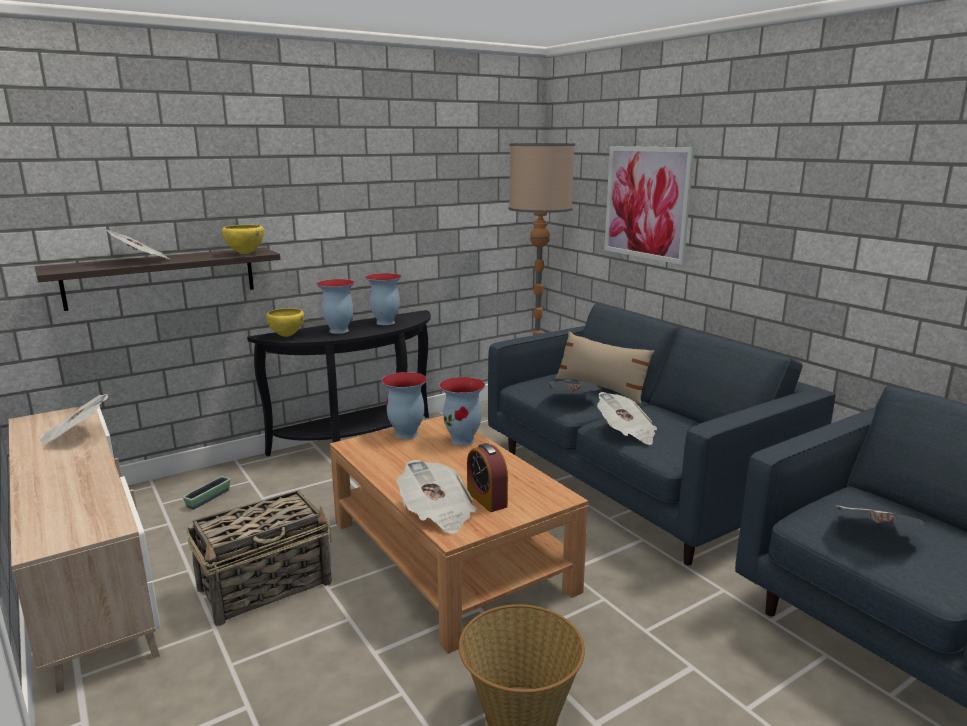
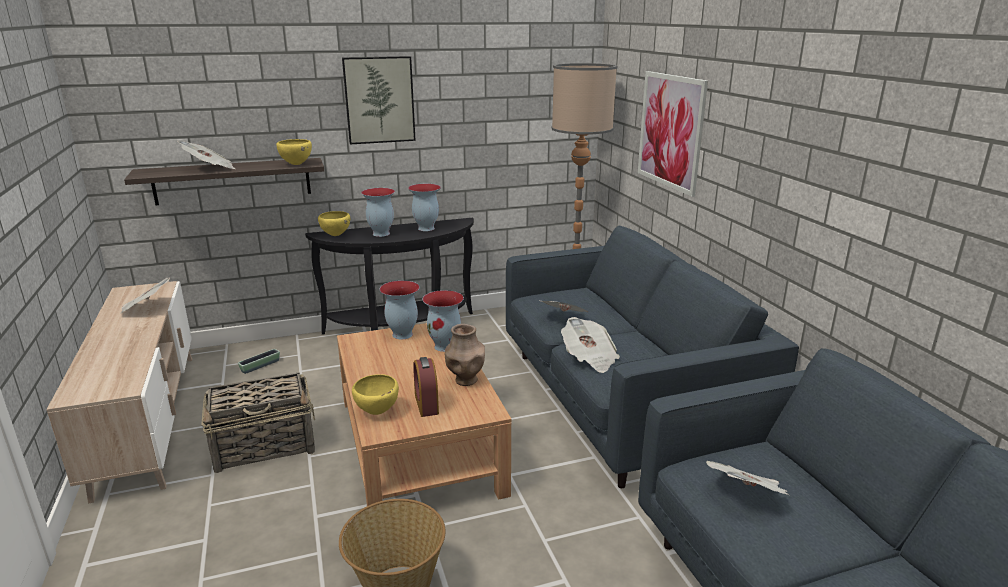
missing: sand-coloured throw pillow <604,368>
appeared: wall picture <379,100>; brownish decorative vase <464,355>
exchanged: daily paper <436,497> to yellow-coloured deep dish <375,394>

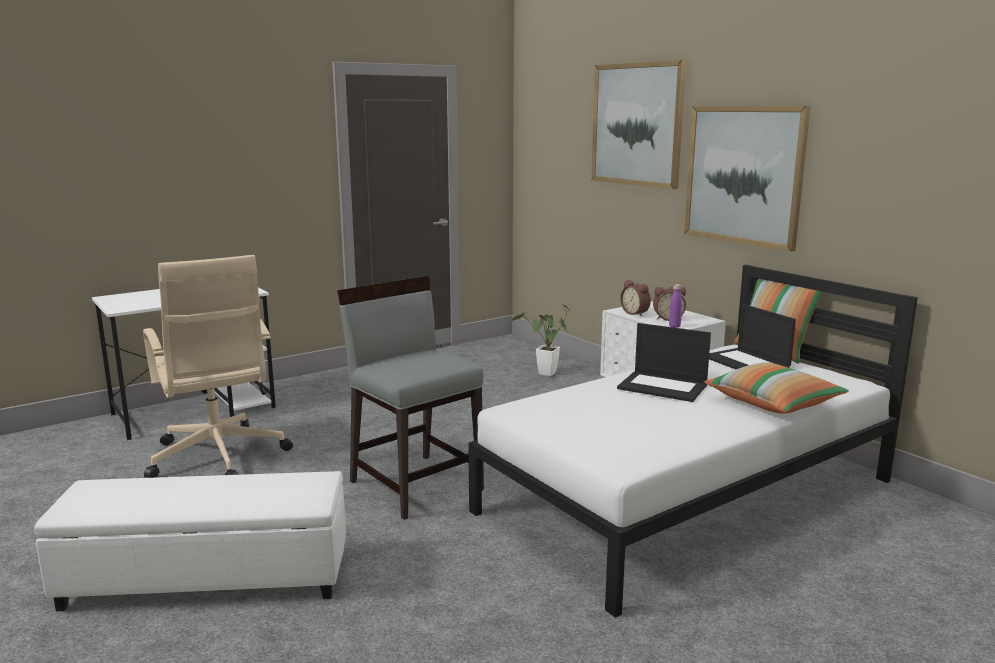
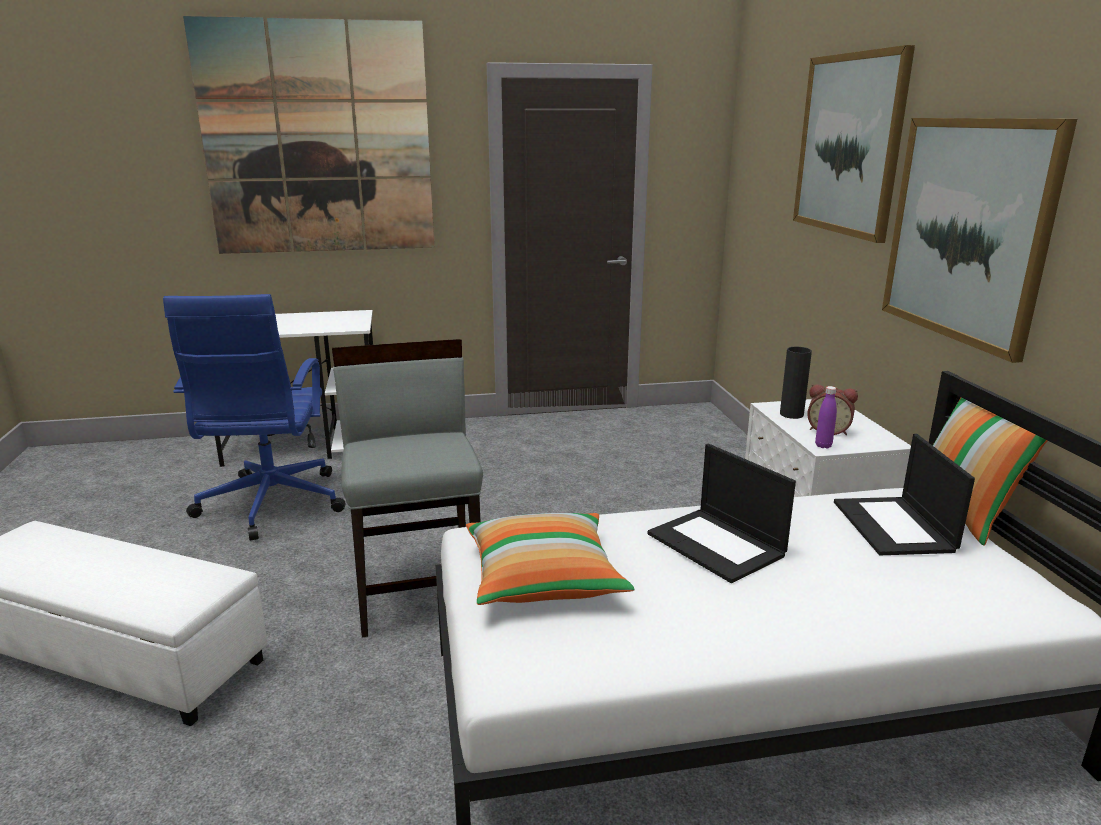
missing: houseplant <541,340>
appeared: wall picture <308,135>
relocated: throw pillow <776,388> to <550,559>
exchanged: table clock <635,298> to black decorative vase <796,383>
colour: sand-coloured computer chair <218,366> to blue computer chair <254,417>

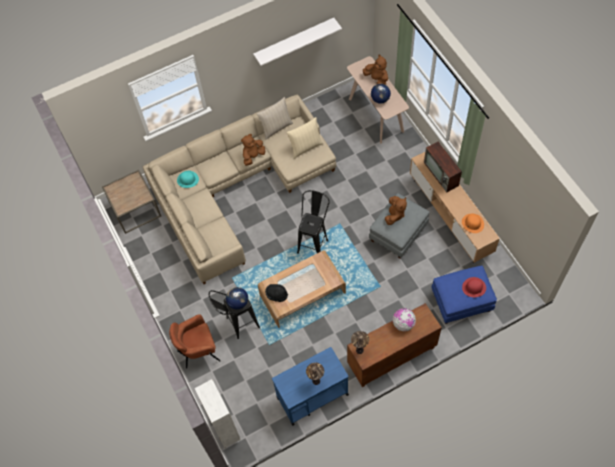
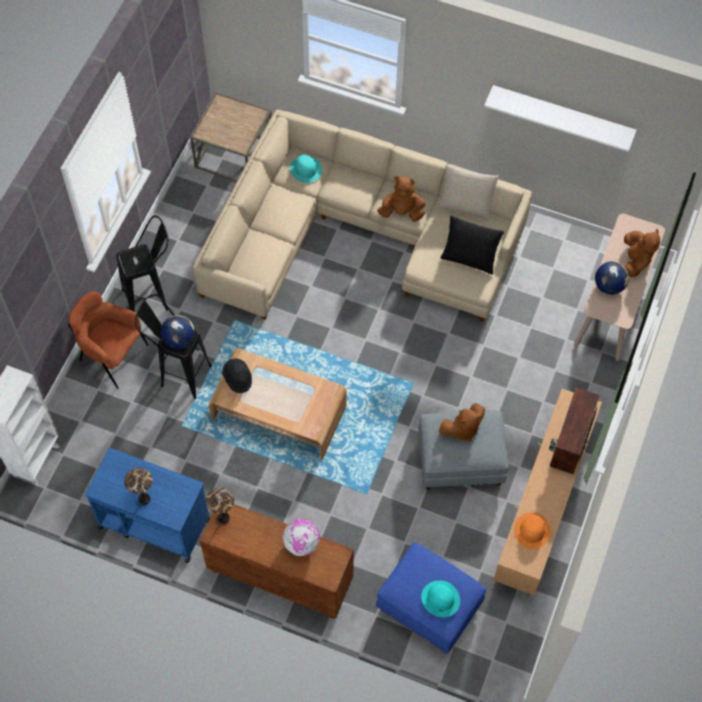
relocated: black stool seat <313,222> to <142,263>
colour: sand-coloured throw pillow <304,138> to black throw pillow <472,245>; red-coloured wearable hat <474,287> to turquoise-coloured wearable hat <440,599>

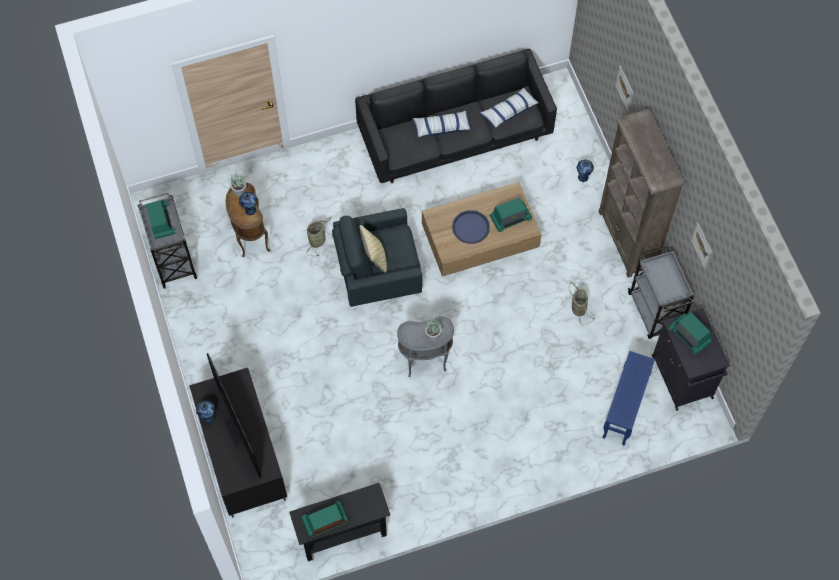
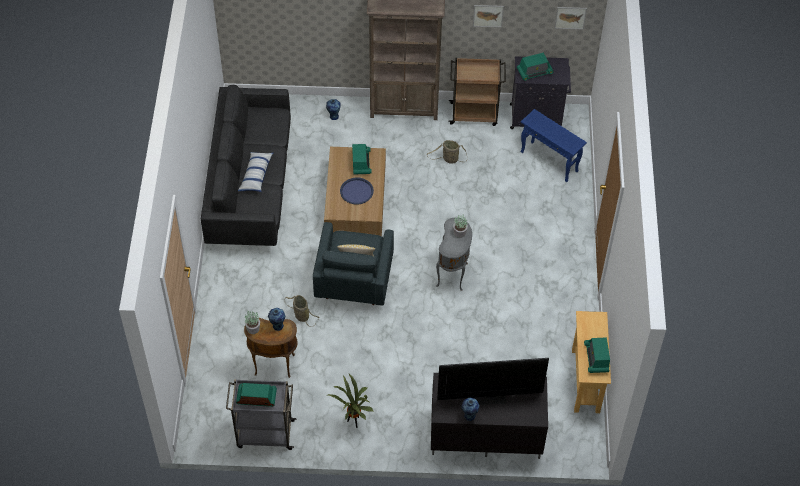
missing: throw pillow <509,108>
appeared: houseplant <351,401>
relocated: wall picture <624,89> to <571,18>
colour: black console table <339,522> to sand-coloured console table <591,362>; gray wheeled cart <661,292> to brownish wheeled cart <477,92>

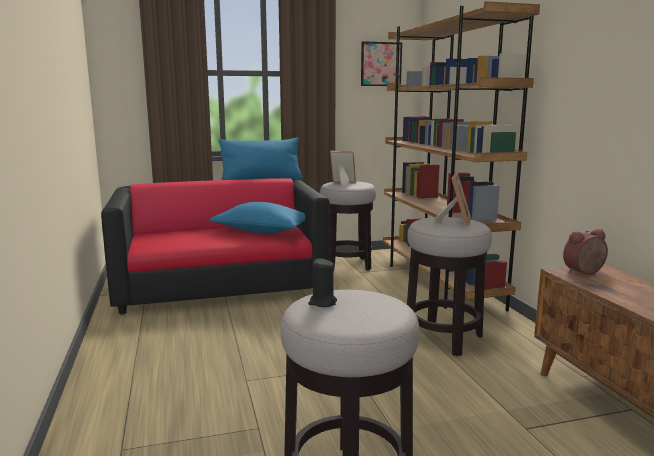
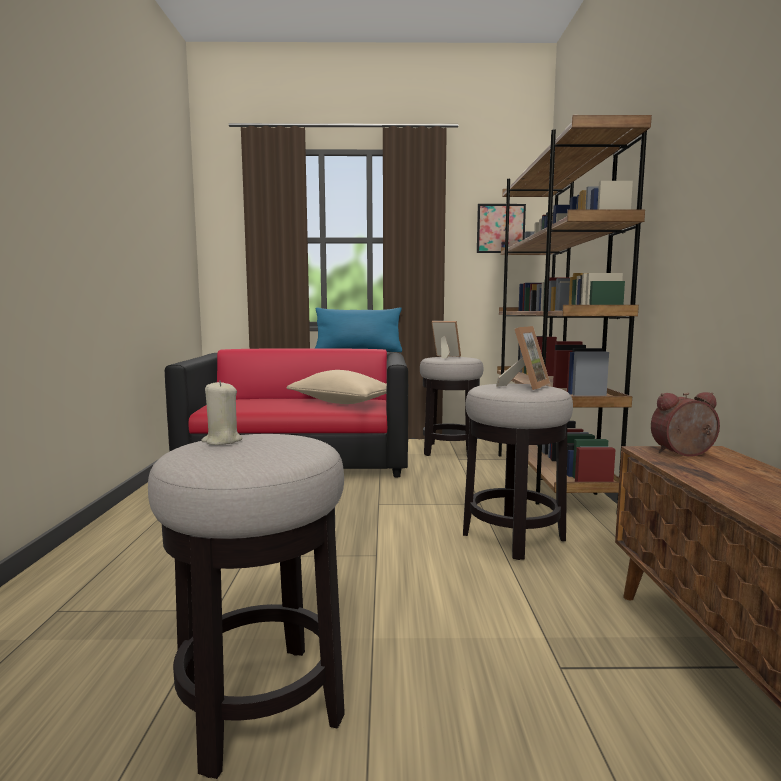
colour: blue throw pillow <257,217> to sand-coloured throw pillow <337,387>; black candle <322,283> to sand-coloured candle <222,412>

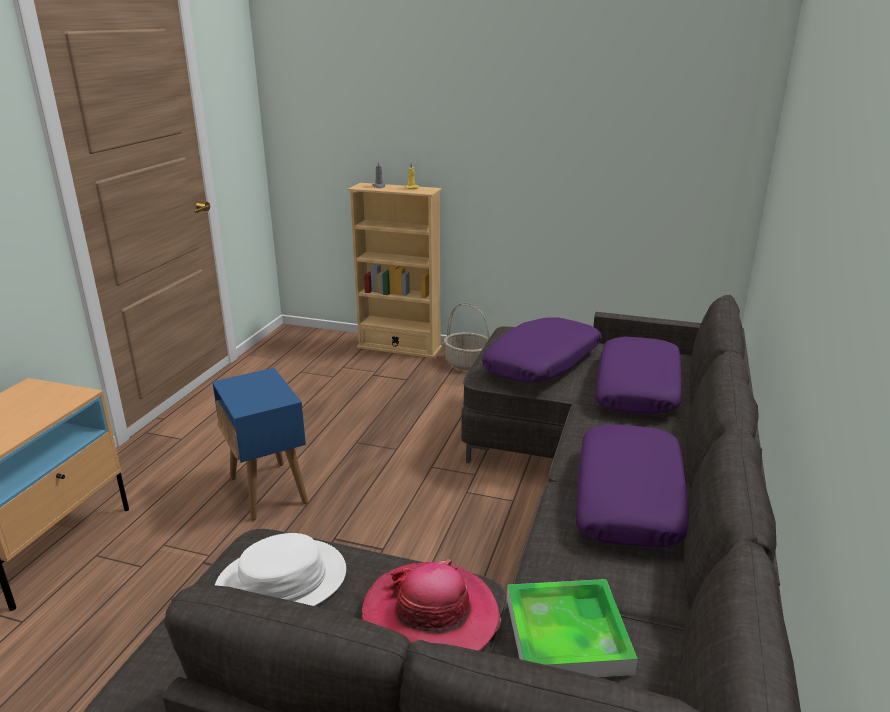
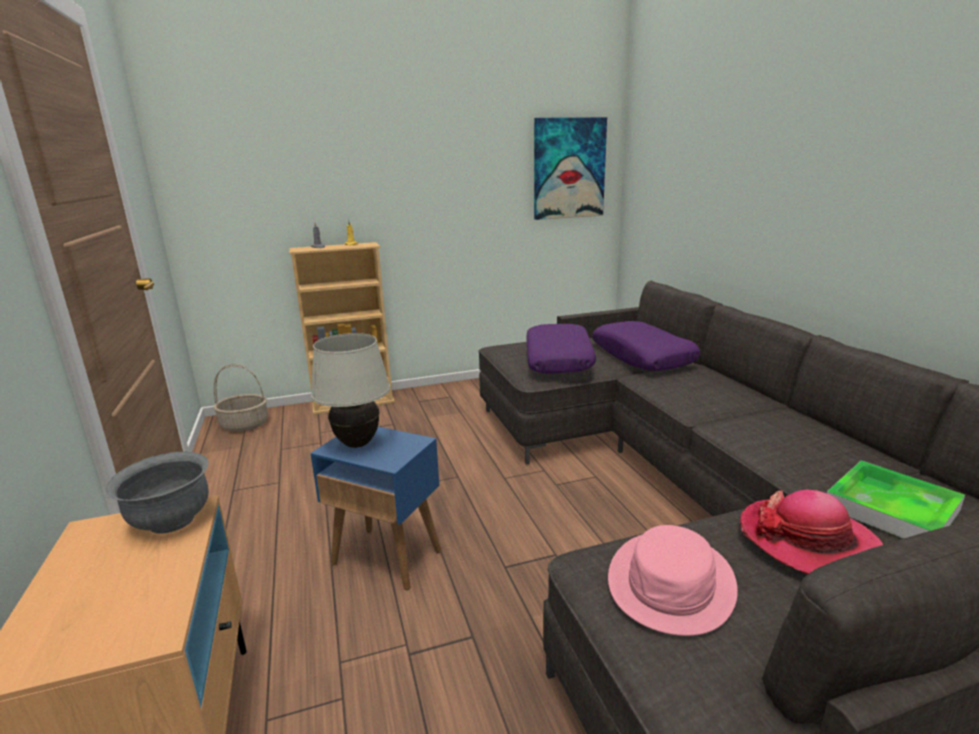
missing: purplish throw pillow <632,485>
appeared: gray deep dish <157,493>; white tabletop lamp <350,390>; wall picture <570,168>
relocated: basket <467,336> to <240,398>
colour: white wearable hat <280,569> to pink wearable hat <673,580>

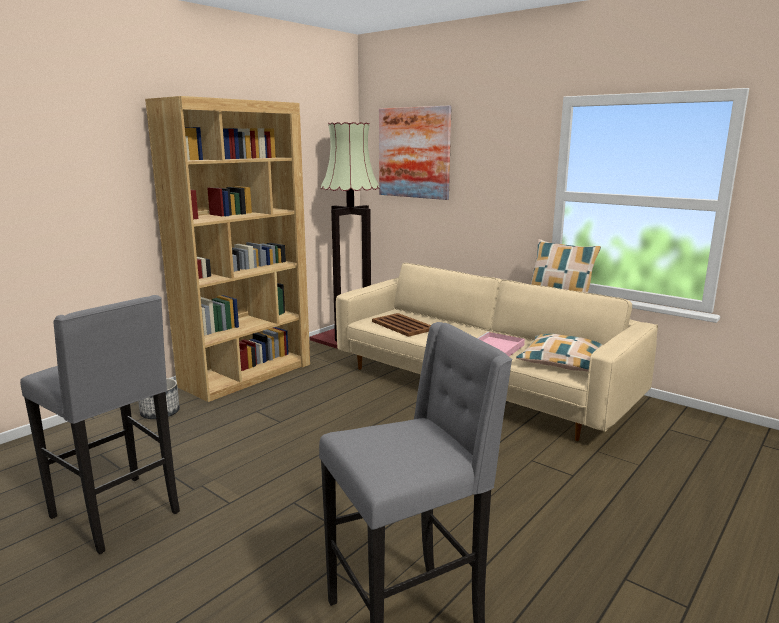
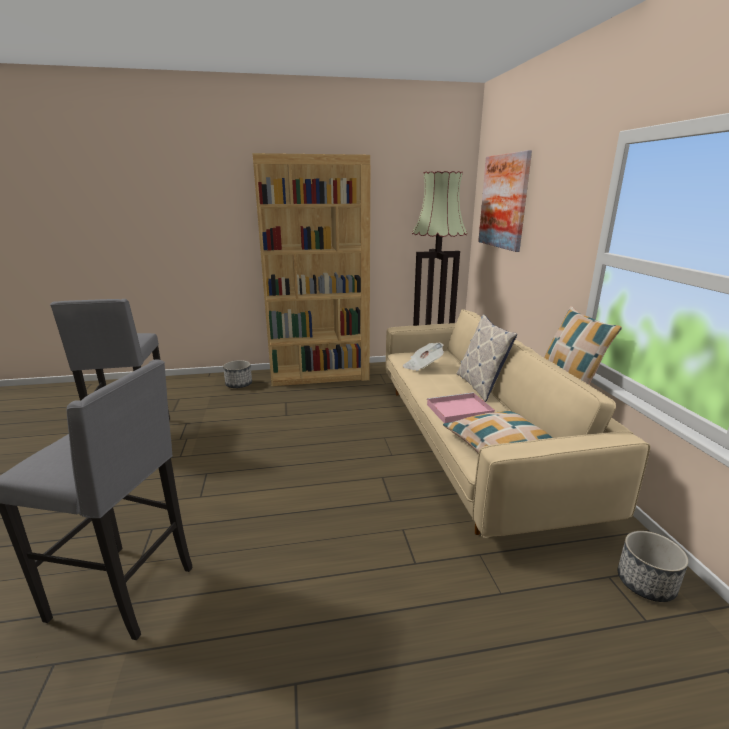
appeared: throw pillow <487,358>; planter <653,566>
exchanged: brownish tray <401,325> to daily paper <423,357>

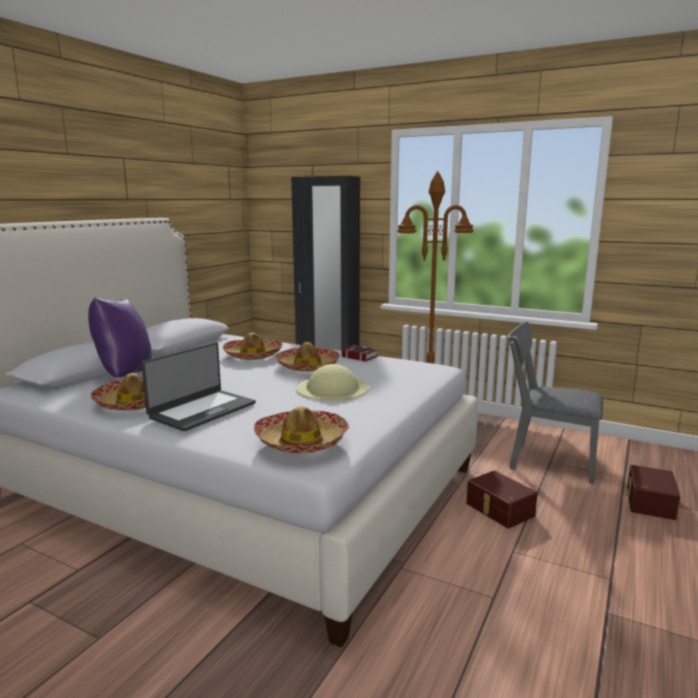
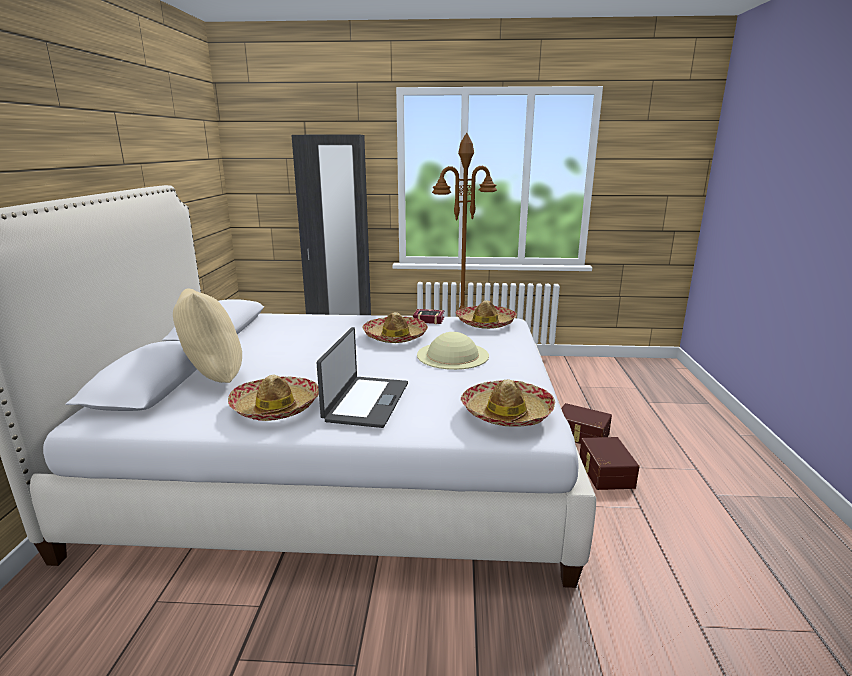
missing: gray plain chair <555,403>
relocated: wearable hat <252,346> to <486,314>; brownish storage box <653,492> to <609,463>
colour: purplish throw pillow <120,337> to sand-coloured throw pillow <207,336>

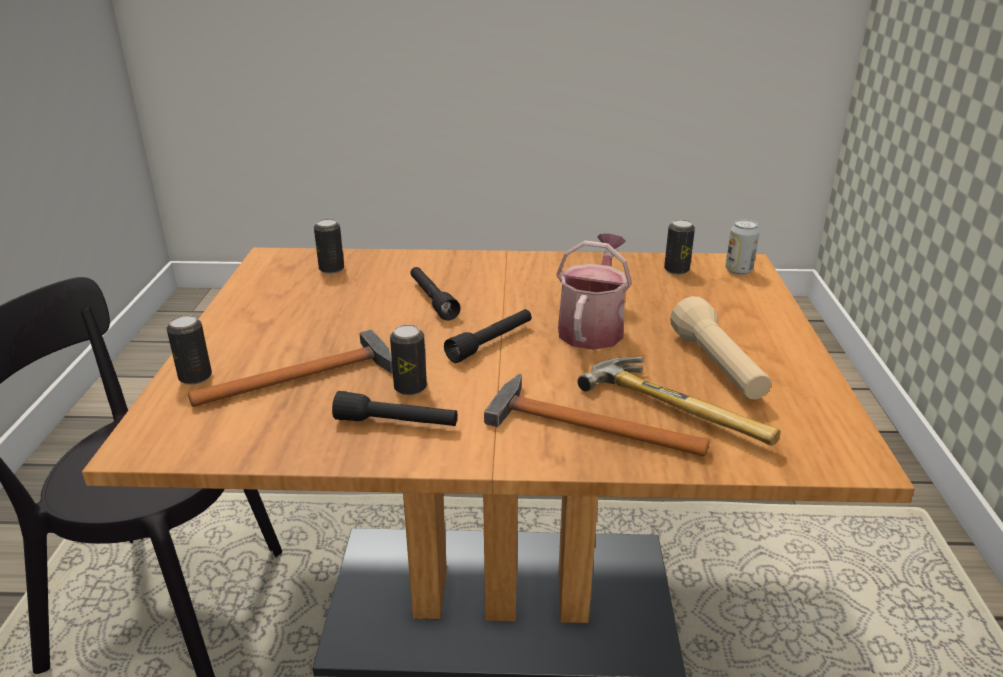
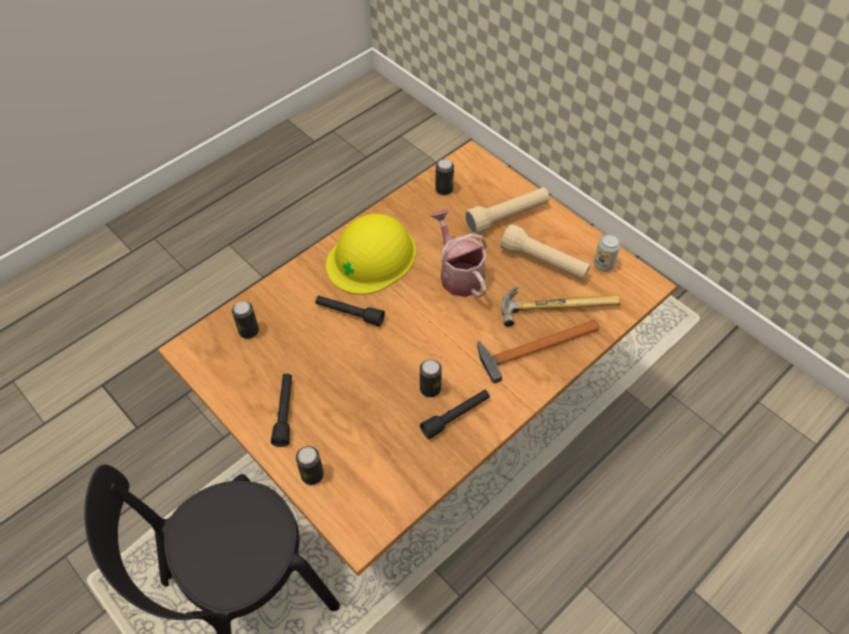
missing: hammer <290,368>
appeared: yellow-coloured hard hat <371,254>; sand-coloured hand torch <507,210>
relocated: black hand torch <488,336> to <281,410>; sealed can <742,247> to <607,253>

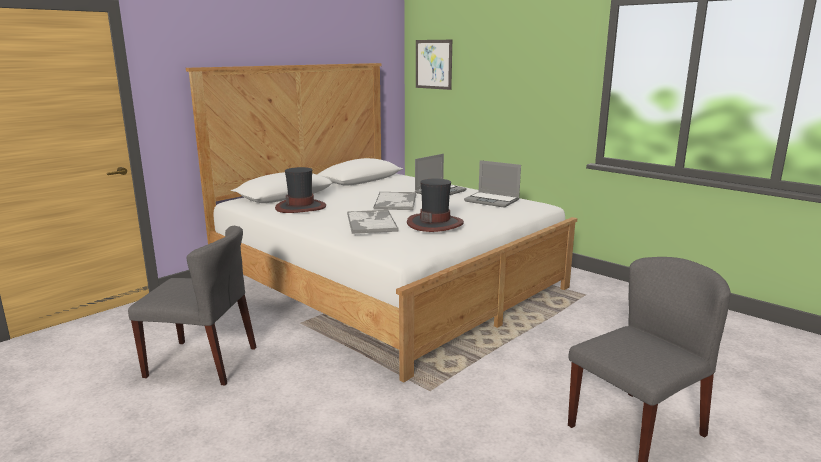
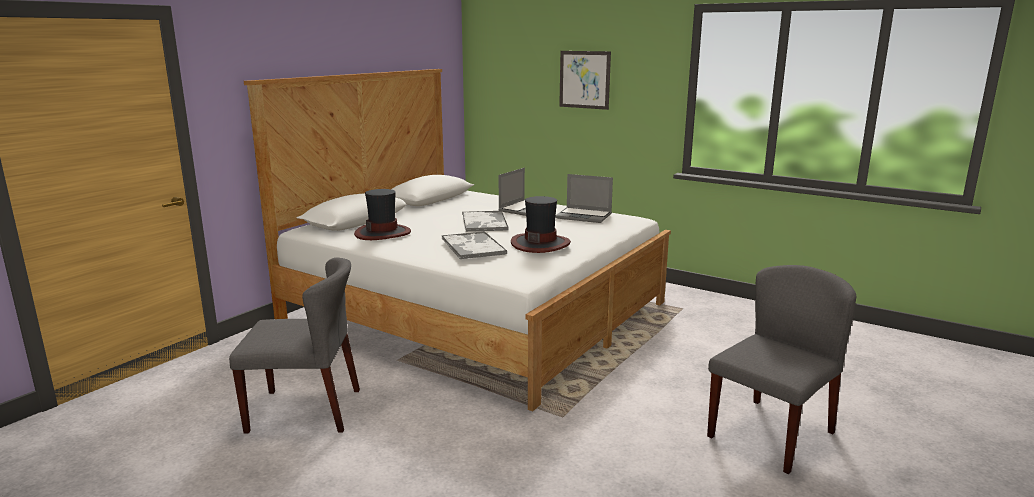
relocated: wall picture <434,65> to <585,80>

